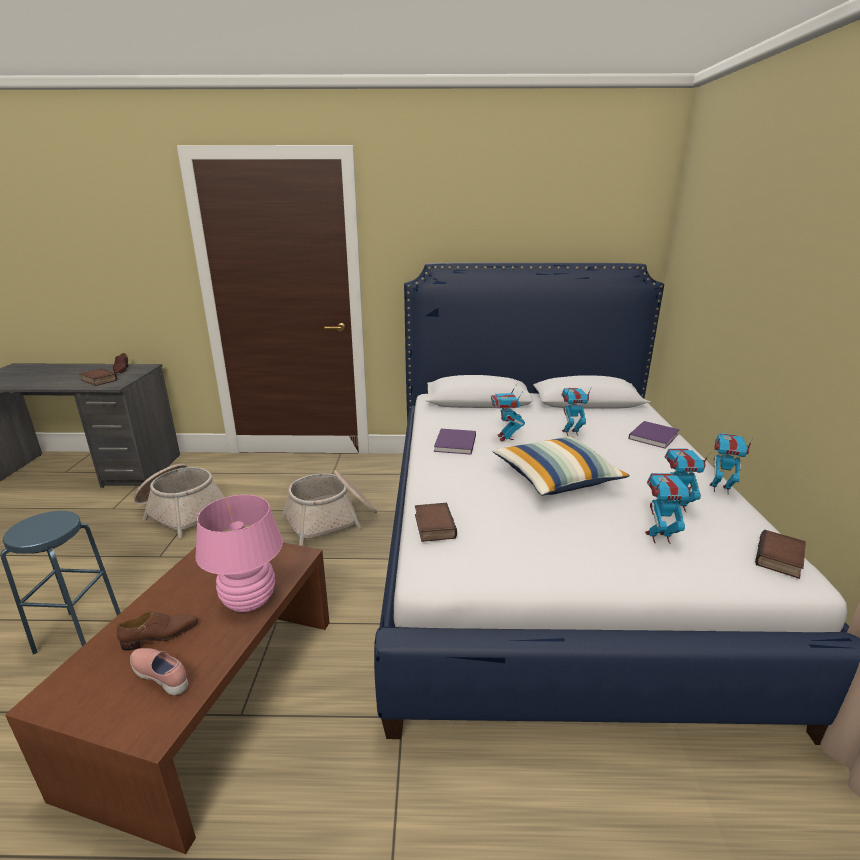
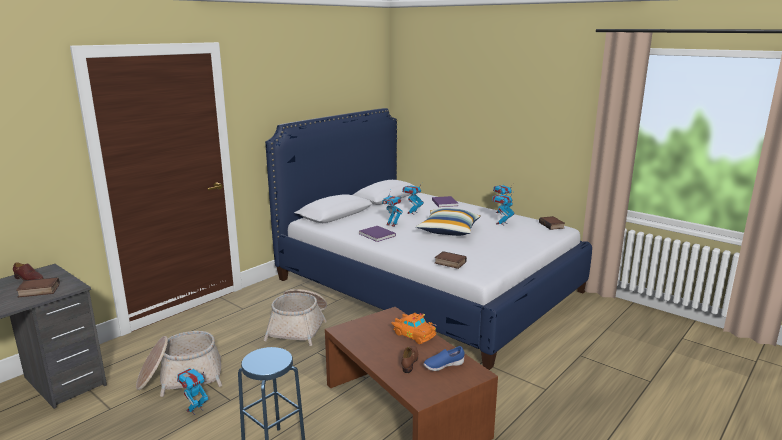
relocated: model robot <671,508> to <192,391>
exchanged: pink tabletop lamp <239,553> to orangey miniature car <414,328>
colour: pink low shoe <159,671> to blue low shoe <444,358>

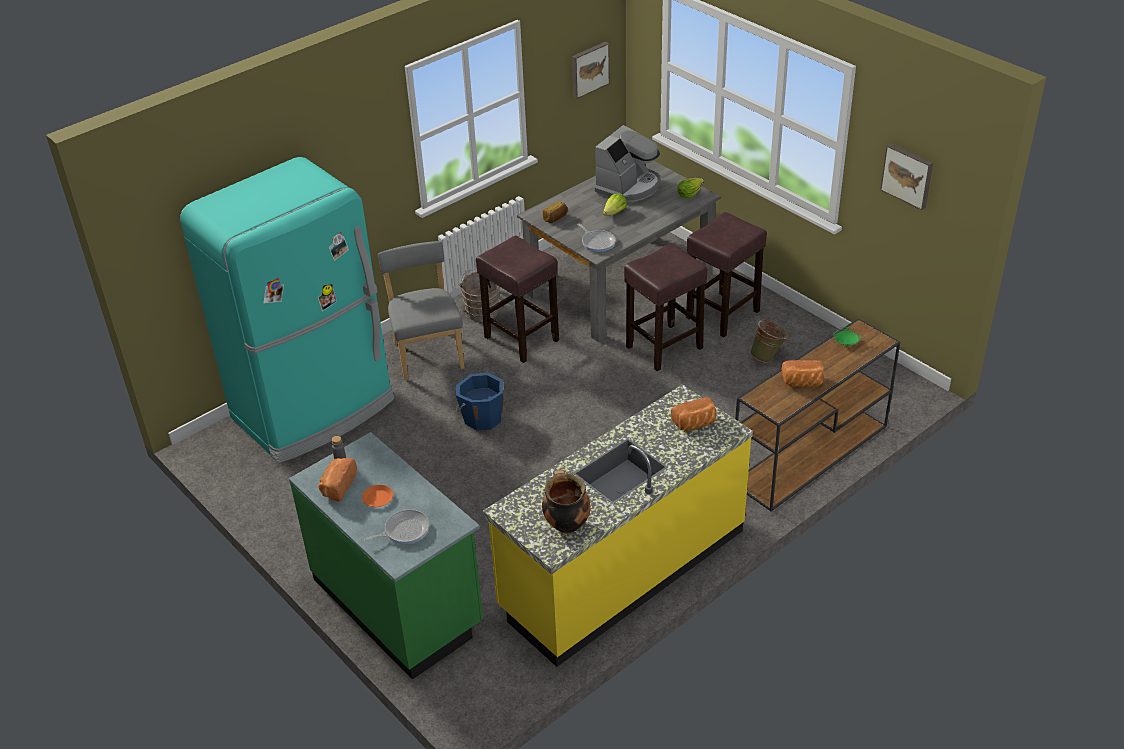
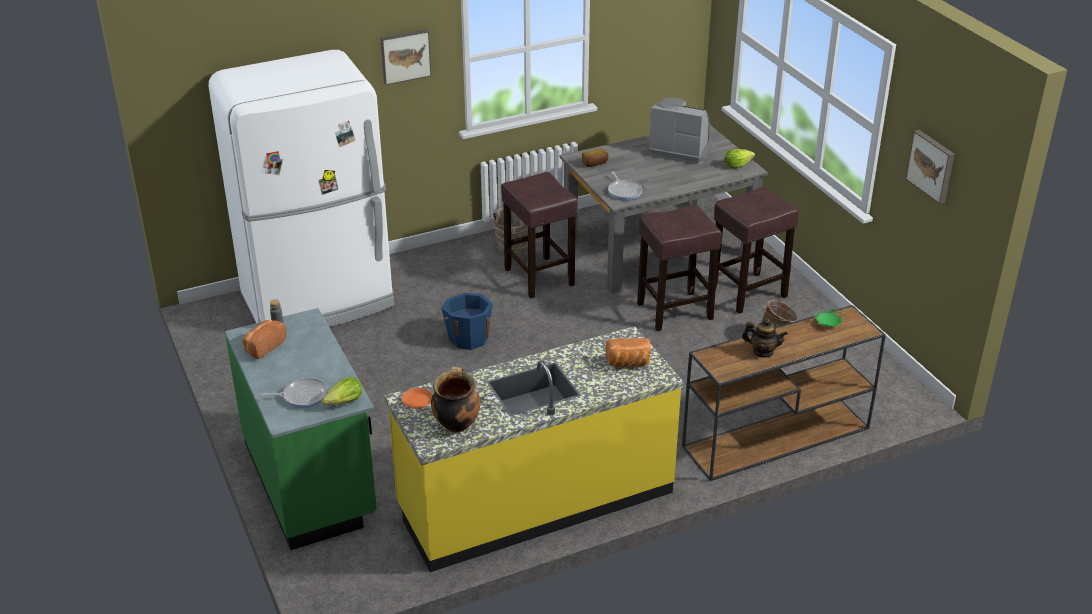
missing: gray plain chair <421,311>
relocated: orangey flat dish <377,496> to <417,398>; wall picture <591,70> to <406,57>; lettuce head <615,204> to <342,391>
exchanged: bakery bread <803,373> to pot for tea <765,338>
colour: turquoise-coloured kitchen fridge <287,310> to white kitchen fridge <301,188>
spun: coffee brewer <627,163> = <679,130> 120 degrees counterclockwise

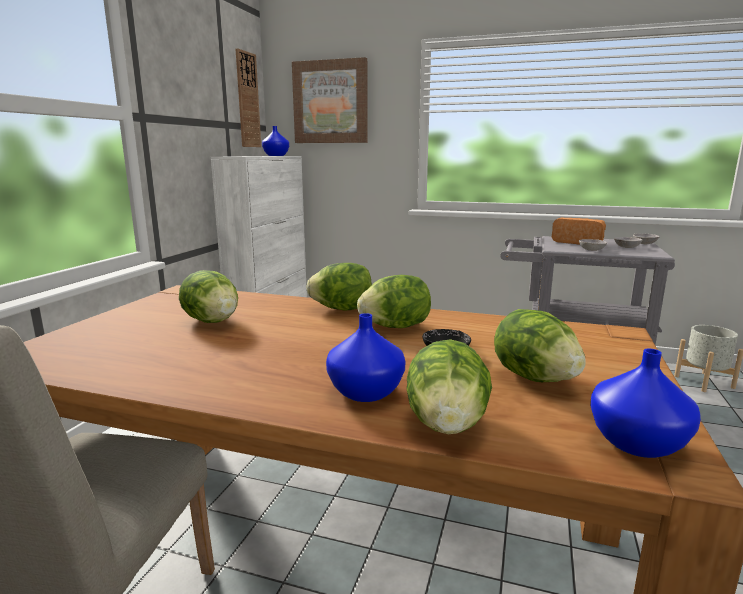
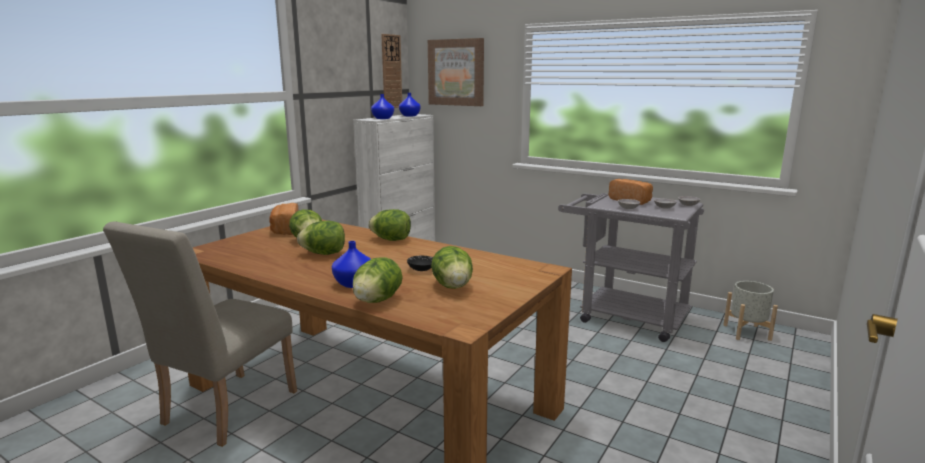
appeared: bakery bread <284,219>
relocated: lettuce head <394,301> to <321,238>; blue decorative vase <645,403> to <382,106>

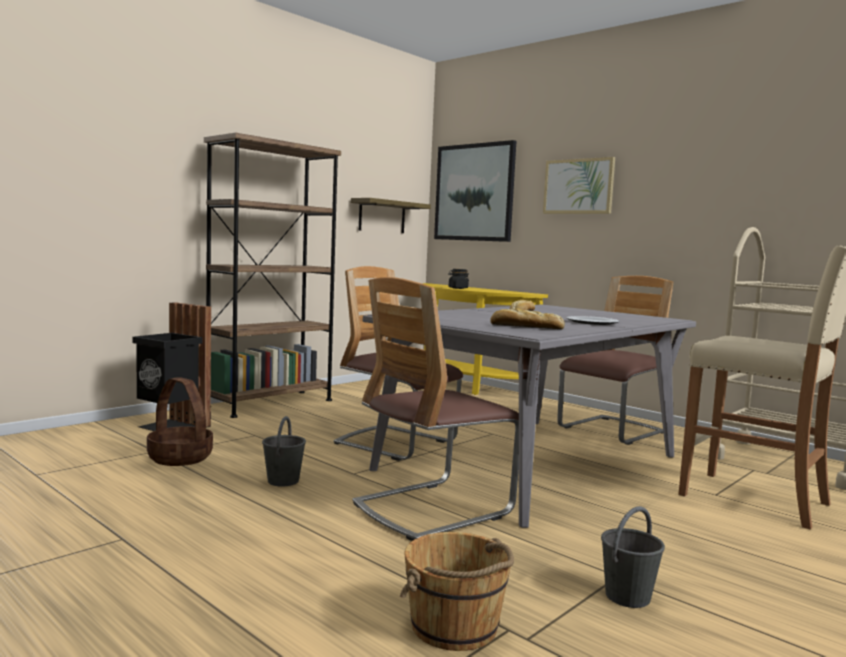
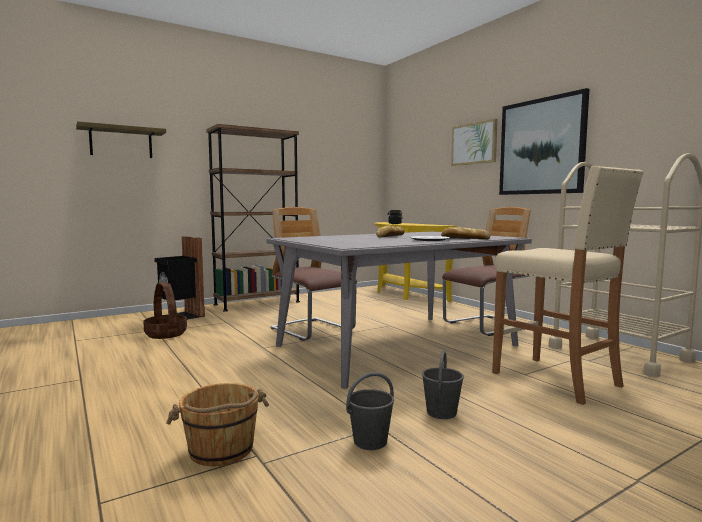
missing: plain chair <435,409>
relocated: gray pail <284,451> to <443,385>; bracket shelf <391,215> to <121,139>; wall picture <475,191> to <544,141>; bakery bread <527,319> to <465,233>

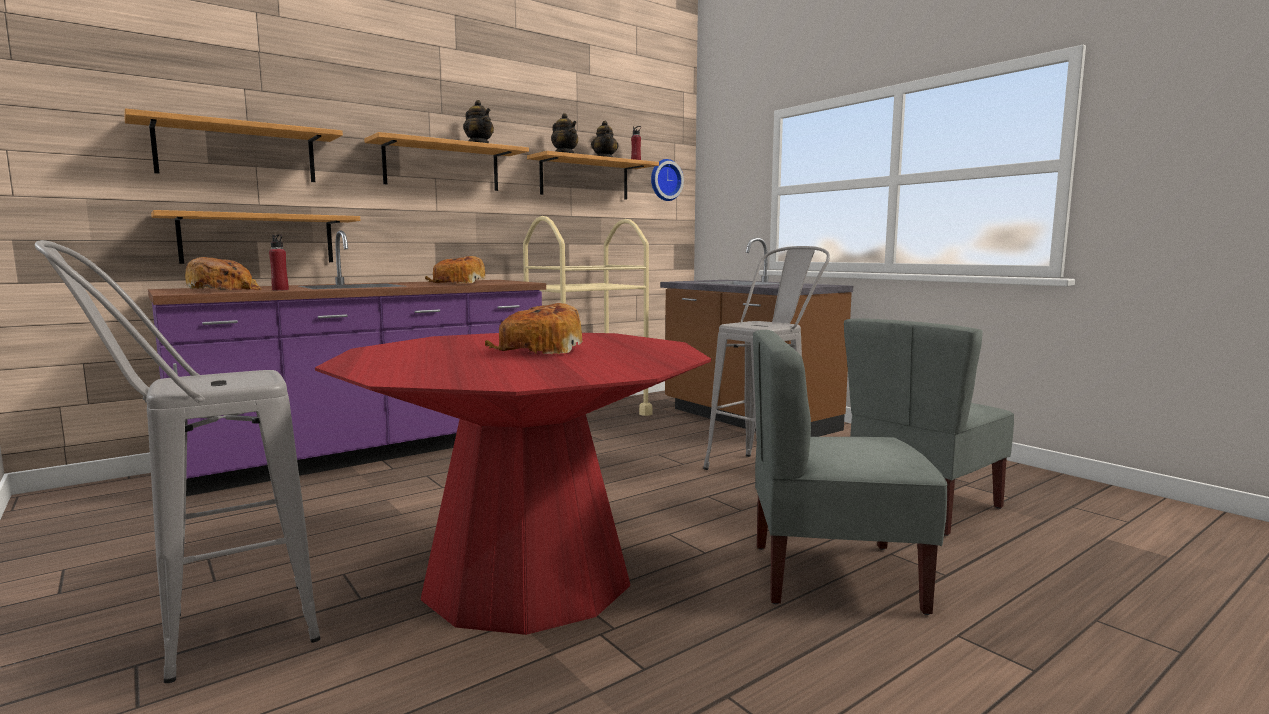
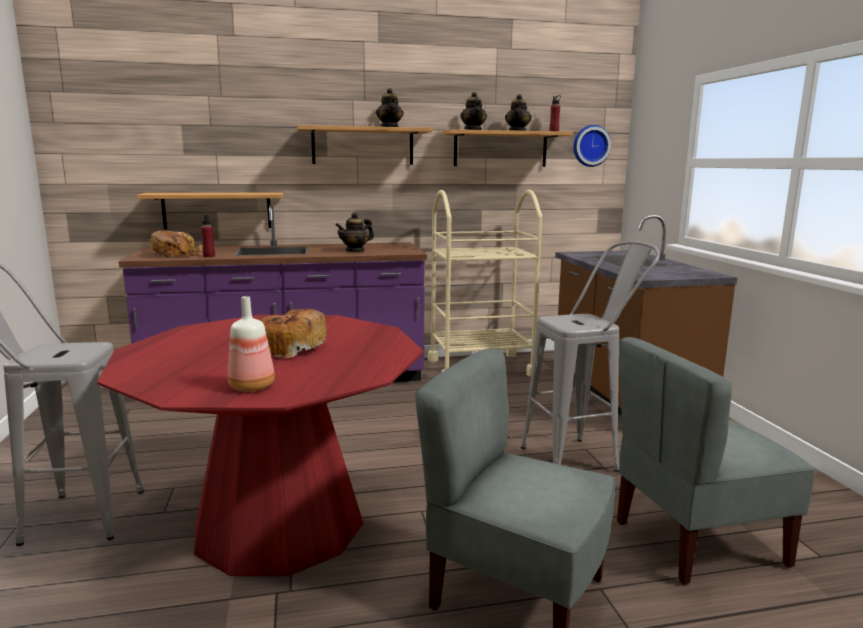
missing: bracket shelf <233,145>
appeared: bottle <251,344>
exchanged: bakery bread <455,270> to pot for tea <354,232>

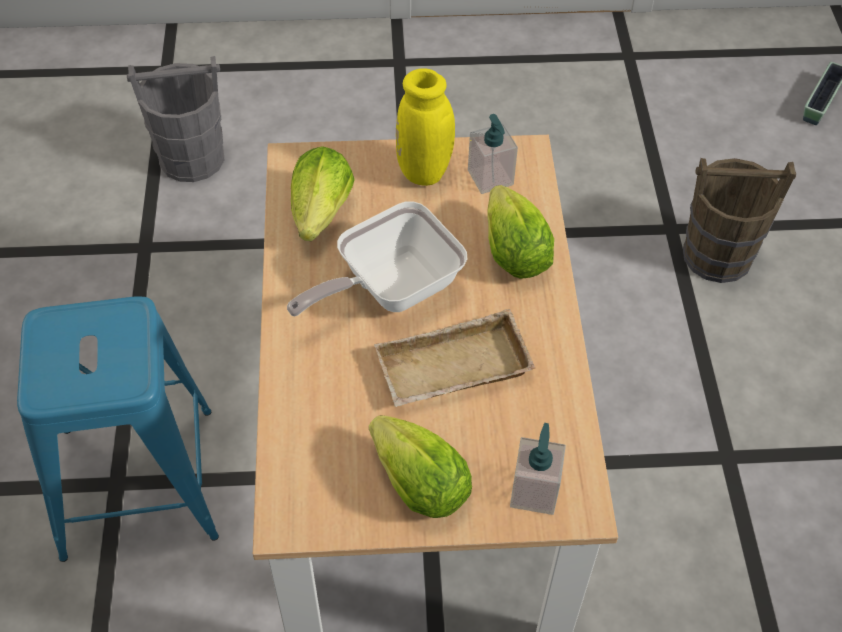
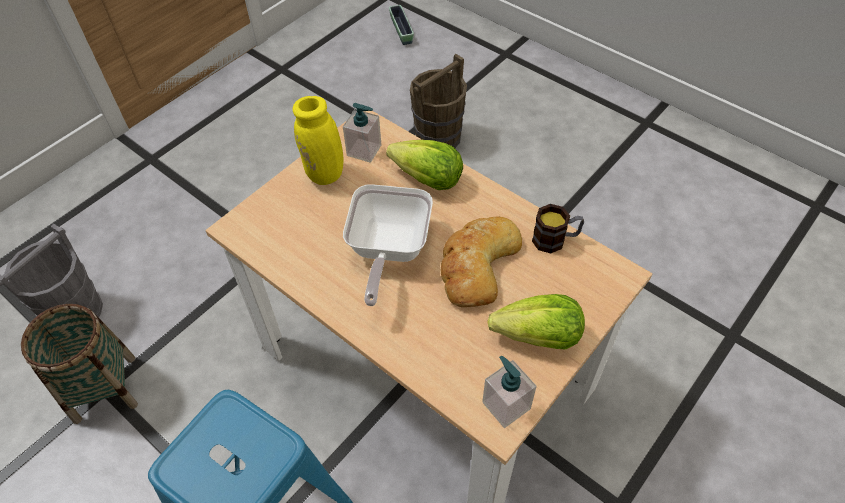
missing: lettuce head <323,193>
appeared: basket <79,364>; tea mug <558,228>
relocated: liquid soap bottle <538,469> to <509,391>
exchanged: sand-coloured tray <455,358> to bakery bread <481,262>

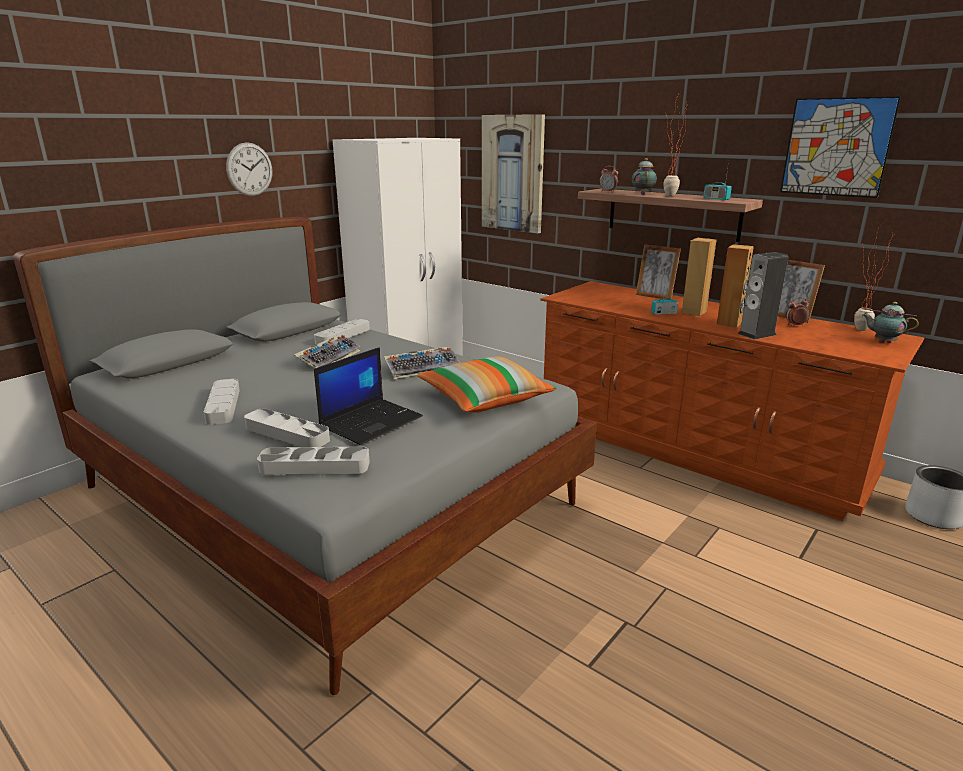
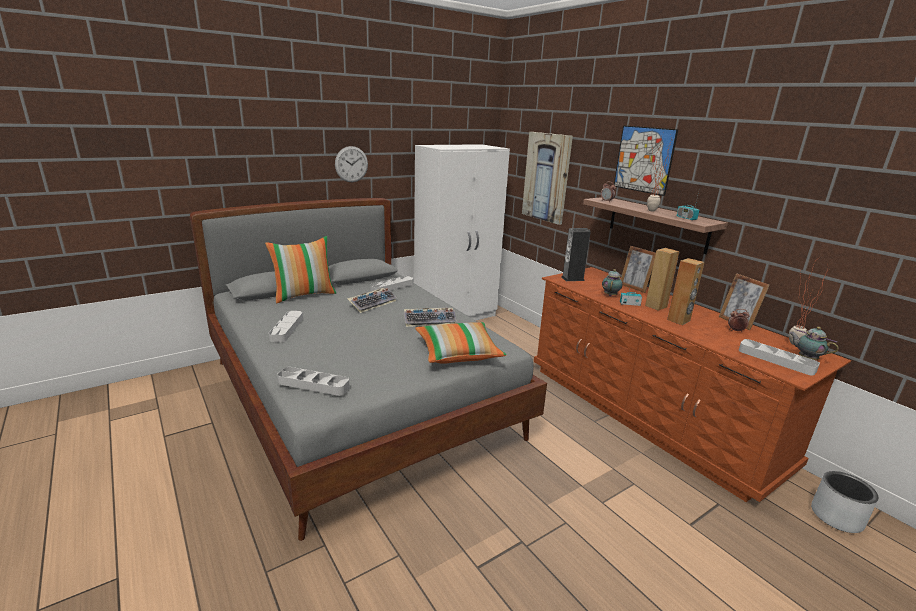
missing: notebook computer <368,396>
appeared: throw pillow <300,269>
relocated: gray tray <287,427> to <779,357>; pot for tea <644,176> to <612,282>; audio speaker <763,296> to <576,254>; wall picture <840,147> to <646,160>

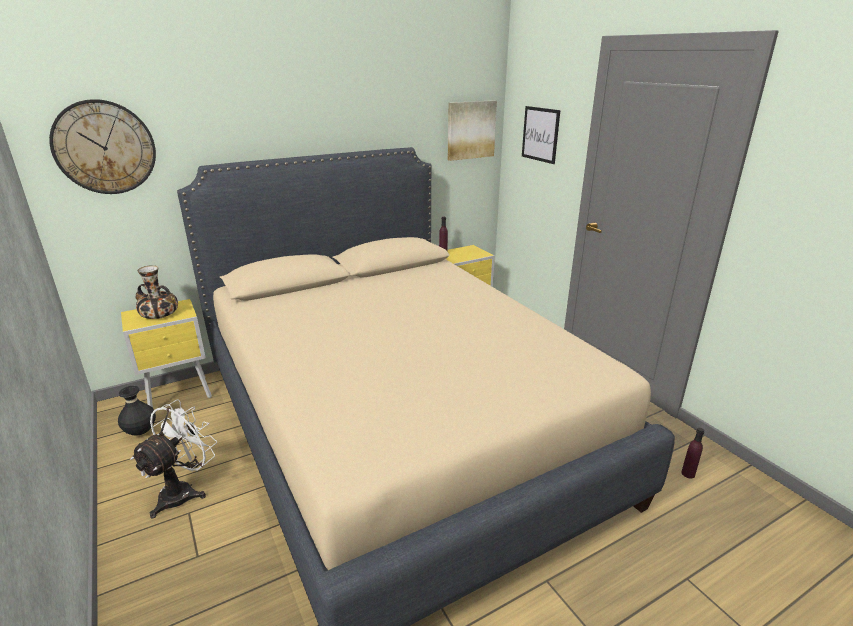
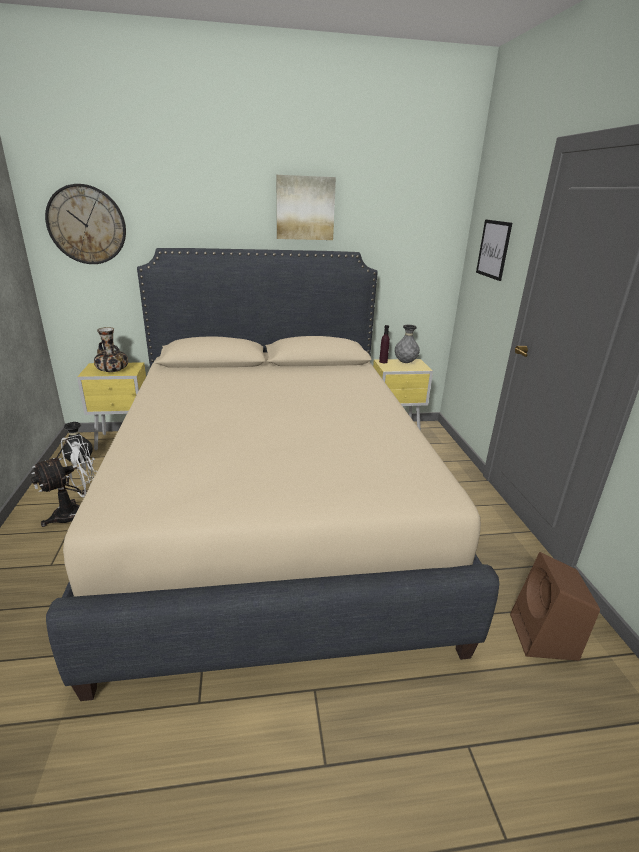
appeared: gray decorative vase <407,344>
relocated: wall picture <472,130> to <306,207>
exchanged: purplish bottle <692,453> to brownish audio speaker <555,606>

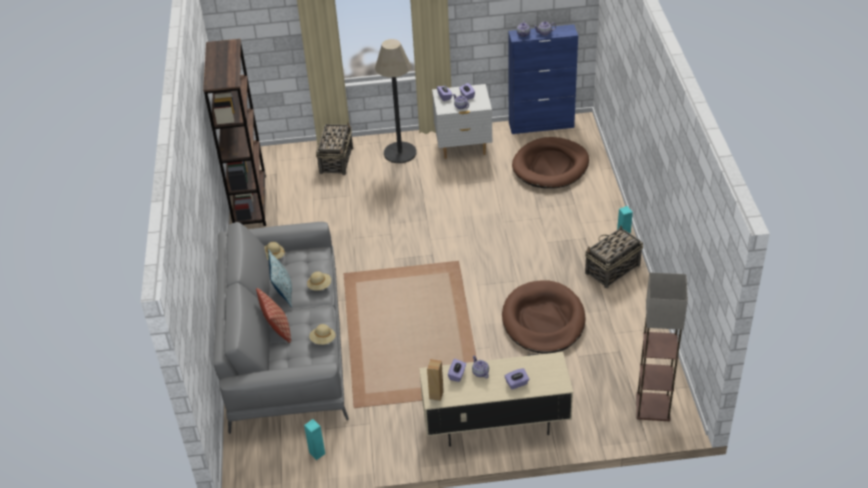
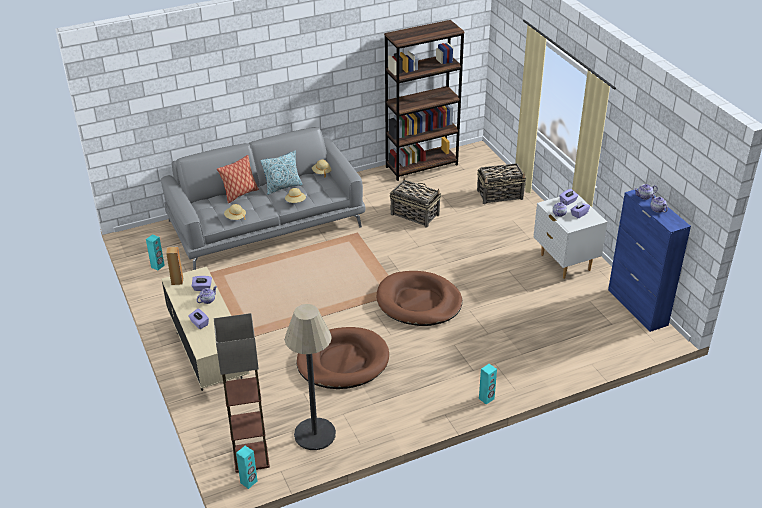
appeared: turquoise-coloured audio speaker <246,467>
relocated: standard lamp <396,101> to <310,377>; brownish dog bed <550,162> to <419,298>; basket <614,257> to <415,202>

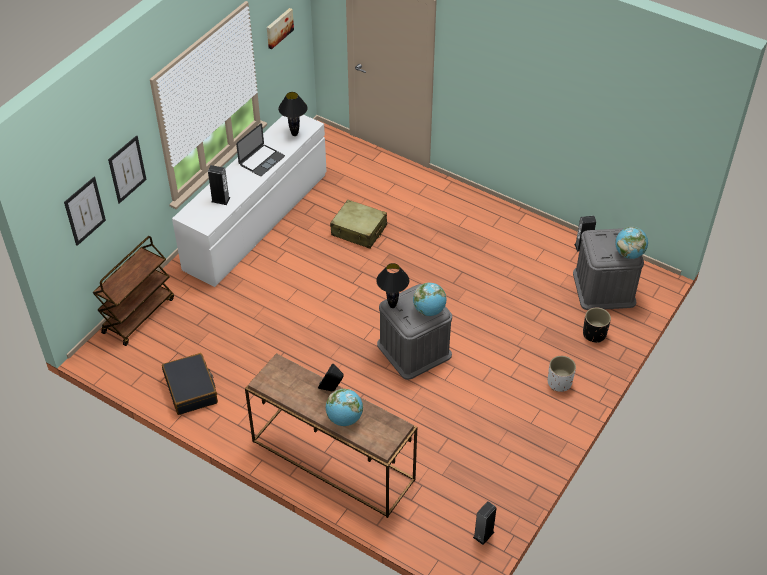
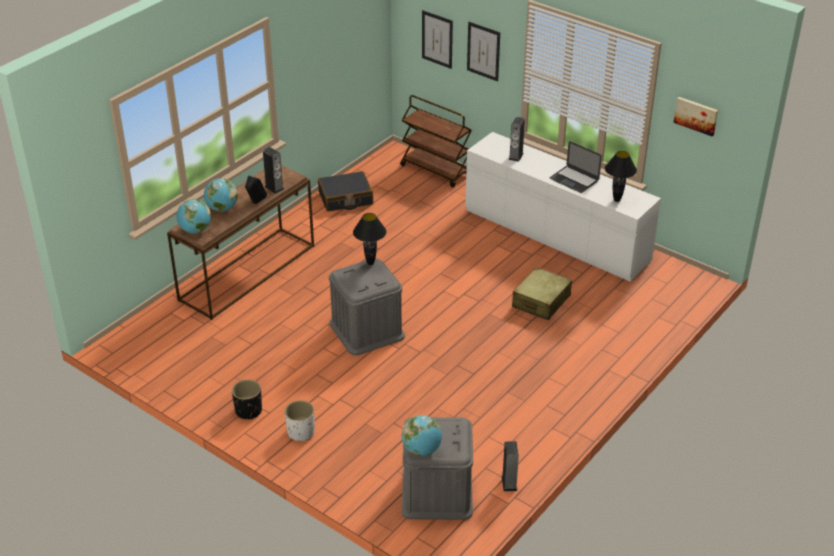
relocated: world globe <429,299> to <194,216>; audio speaker <485,523> to <273,170>; black planter <597,325> to <247,399>

